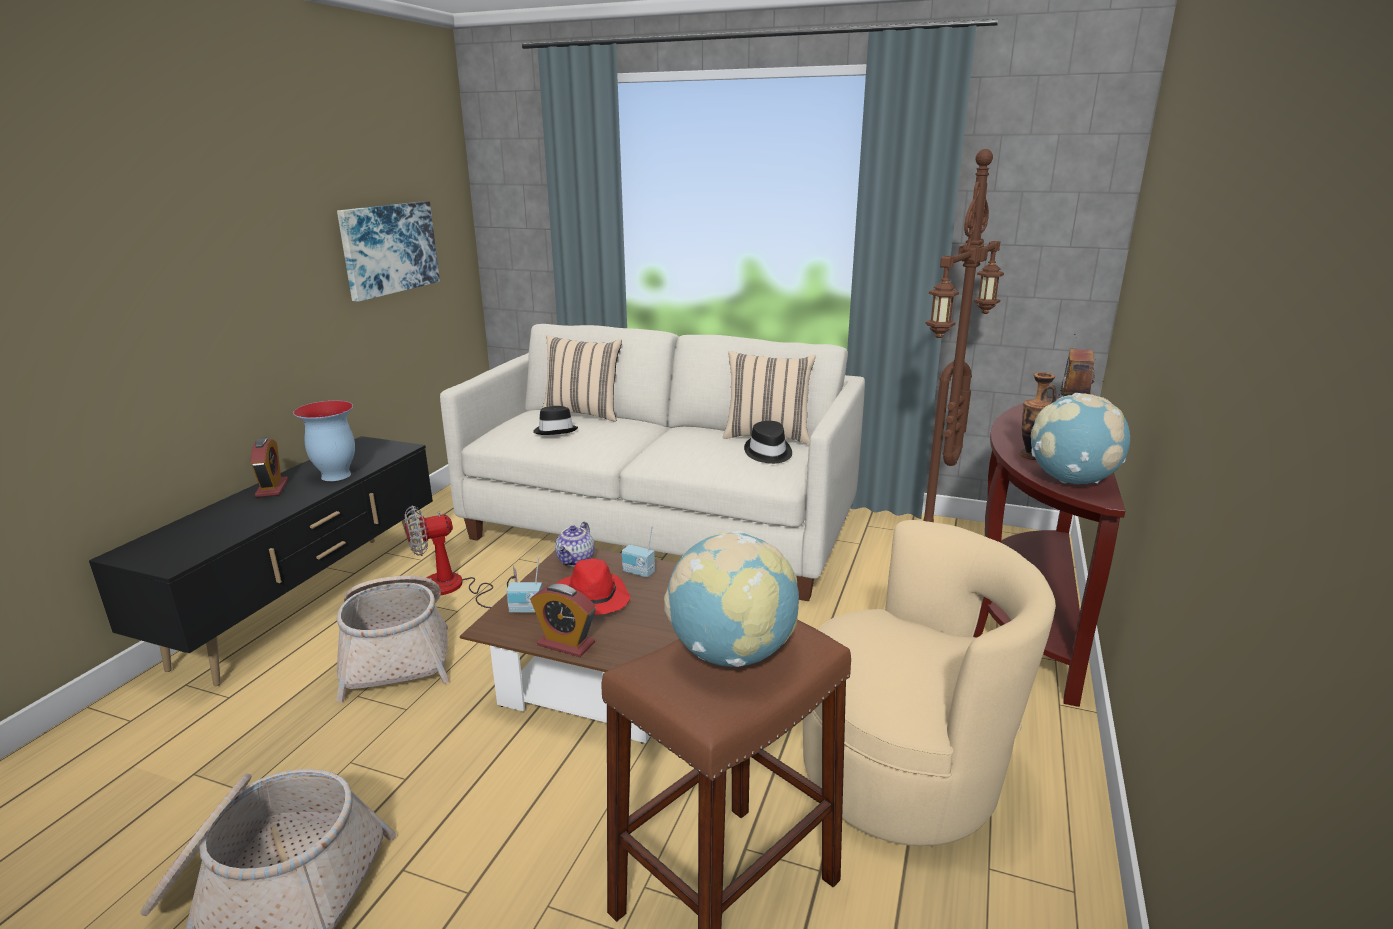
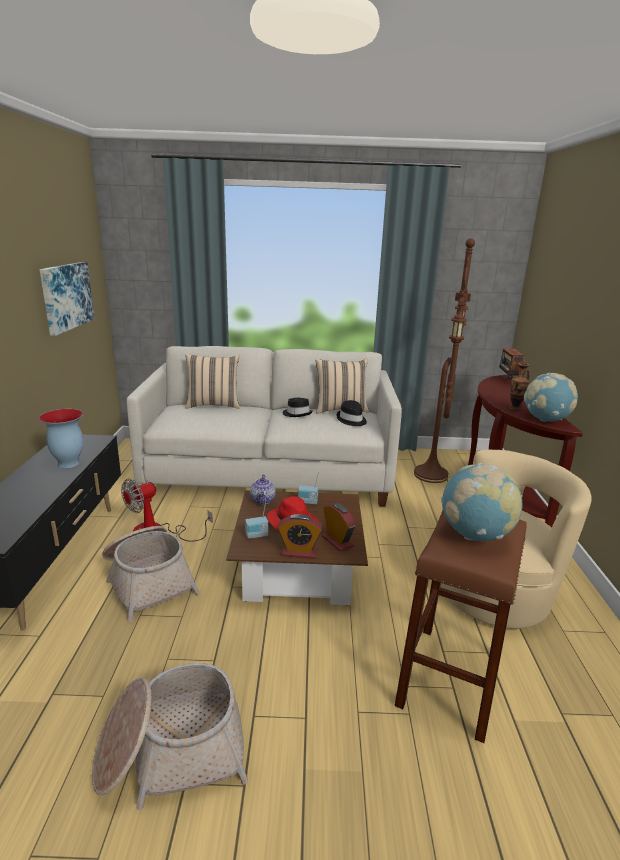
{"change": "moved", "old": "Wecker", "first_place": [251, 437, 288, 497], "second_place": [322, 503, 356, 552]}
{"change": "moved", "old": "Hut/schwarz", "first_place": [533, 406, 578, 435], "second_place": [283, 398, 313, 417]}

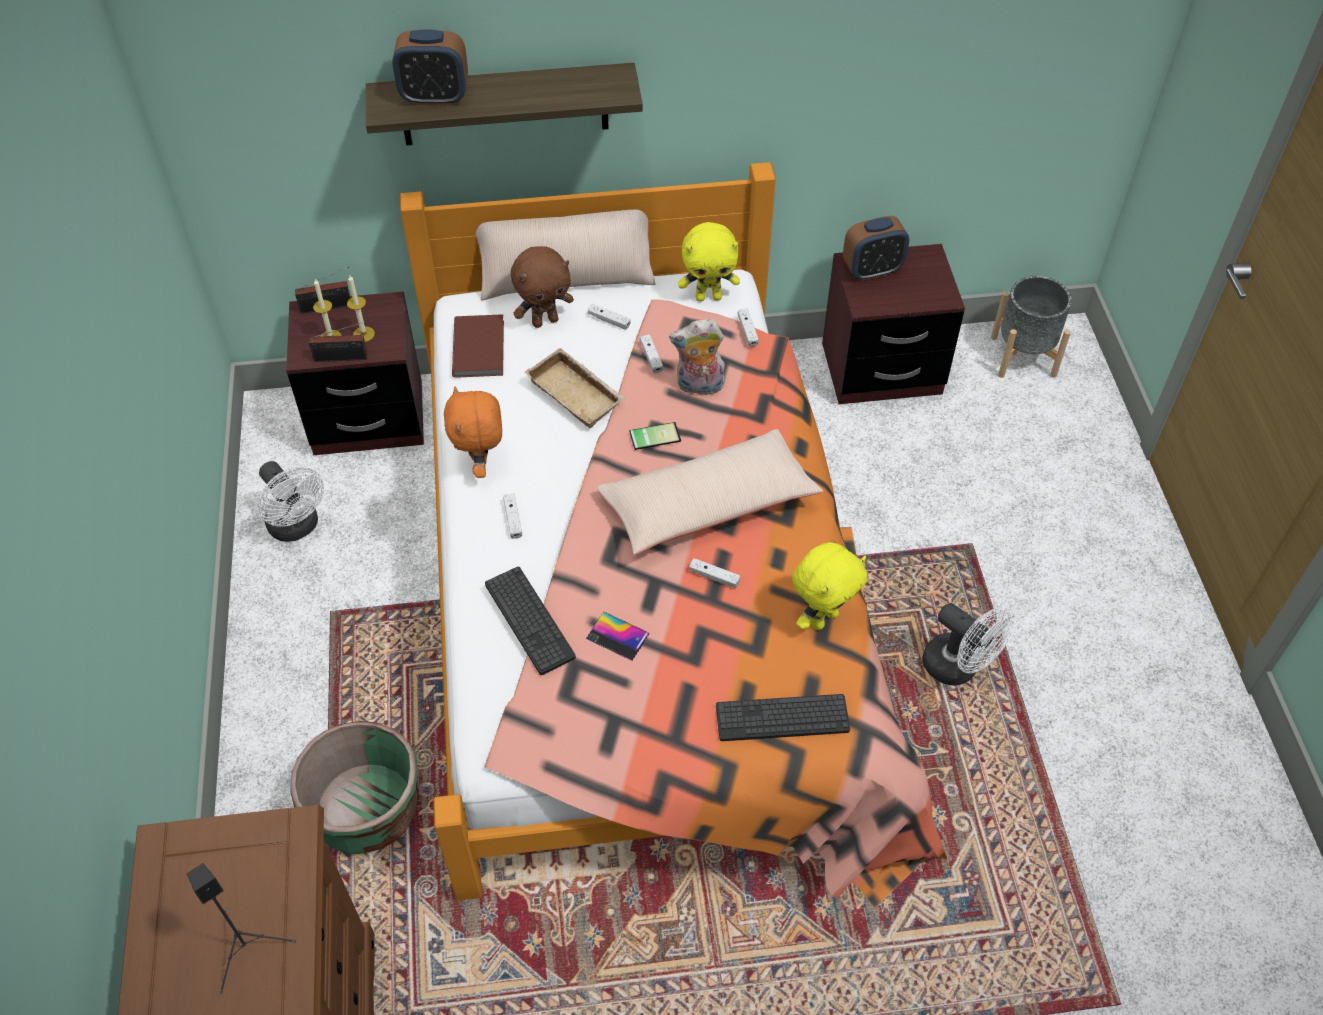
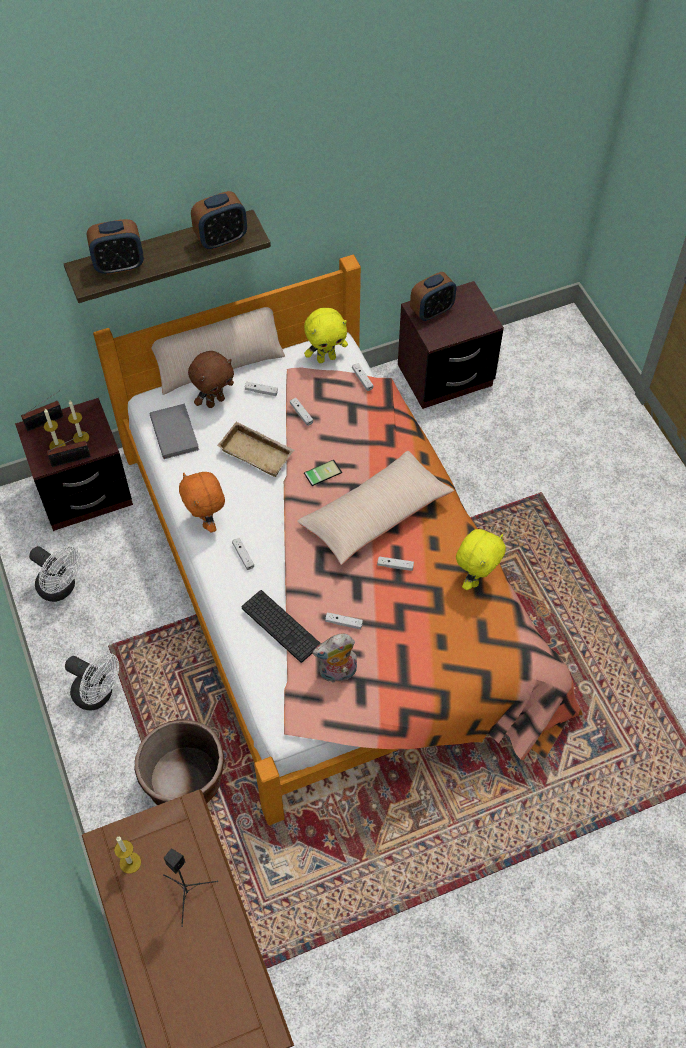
{"change": "recoloured", "old": "Pflanzkübel/grün", "new": "Pflanzkübel/braun", "first_place": [290, 721, 418, 854], "second_place": [134, 719, 225, 805]}
{"change": "recoloured", "old": "Buch/braun", "new": "Buch/grau", "first_place": [452, 314, 504, 378], "second_place": [150, 403, 199, 459]}
{"change": "replaced", "old": "Handy", "new": "Gamepad/weiß", "first_place": [586, 612, 650, 661], "second_place": [325, 612, 363, 629]}
{"change": "moved", "old": "Plüschtier", "first_place": [669, 319, 725, 395], "second_place": [312, 633, 357, 683]}
{"change": "removed", "old": "Tastatur", "first_place": [716, 694, 850, 741]}
{"change": "moved", "old": "Ventilator/weiß", "first_place": [922, 603, 1013, 686], "second_place": [65, 653, 119, 711]}
{"change": "removed", "old": "Pflanzkübel/grau", "first_place": [991, 275, 1072, 378]}
{"change": "added", "new": "Kerze", "second_place": [114, 837, 141, 874]}
{"change": "added", "new": "Wecker", "second_place": [191, 191, 247, 250]}

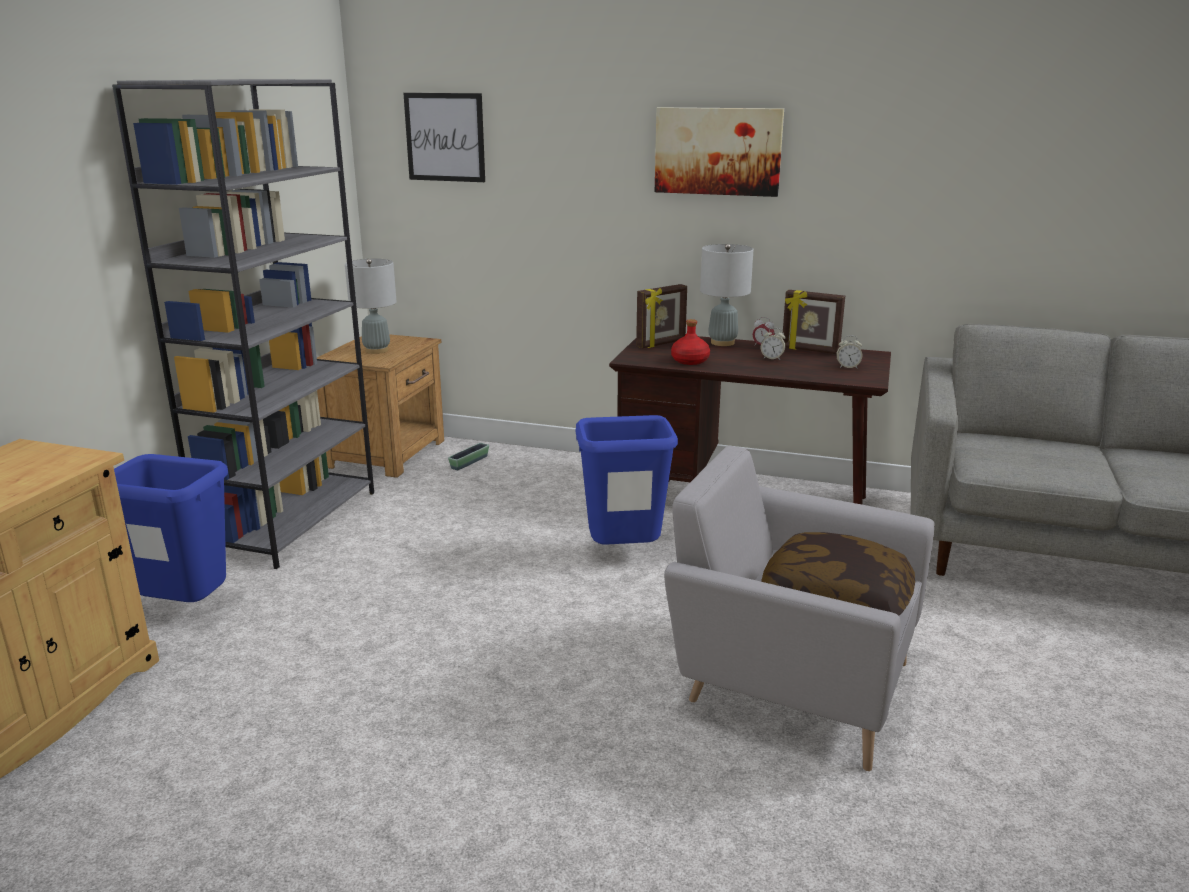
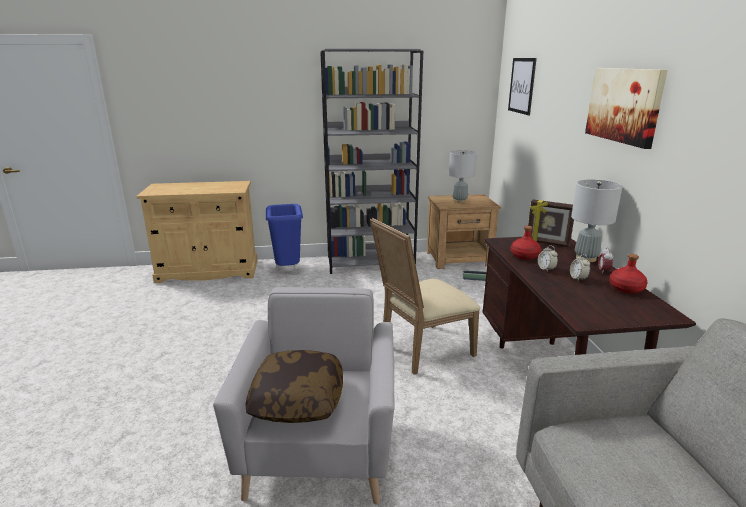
{"change": "replaced", "old": "Mülleimer/blau", "new": "Stuhl/beige", "first_place": [575, 415, 678, 545], "second_place": [370, 218, 480, 375]}
{"change": "replaced", "old": "Bilderrahmen", "new": "Flasche/rot", "first_place": [782, 290, 845, 354], "second_place": [609, 254, 648, 294]}
{"change": "moved", "old": "Wecker", "first_place": [836, 335, 862, 369], "second_place": [538, 245, 558, 272]}

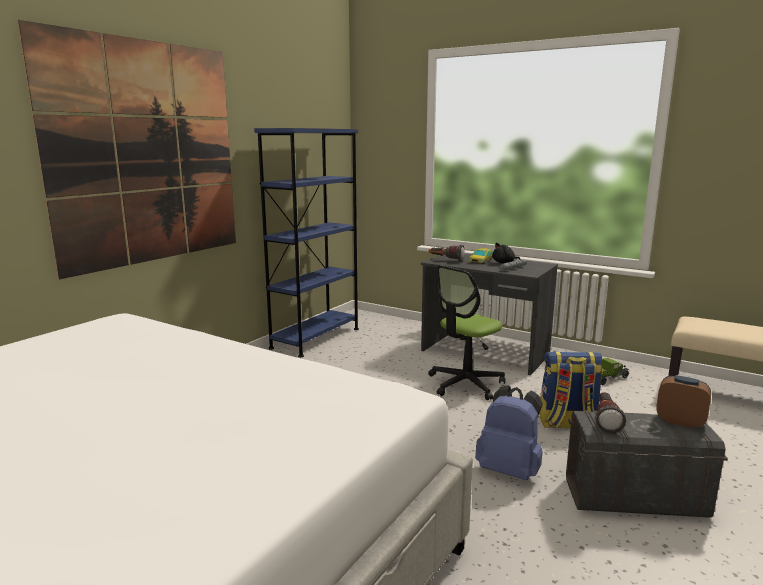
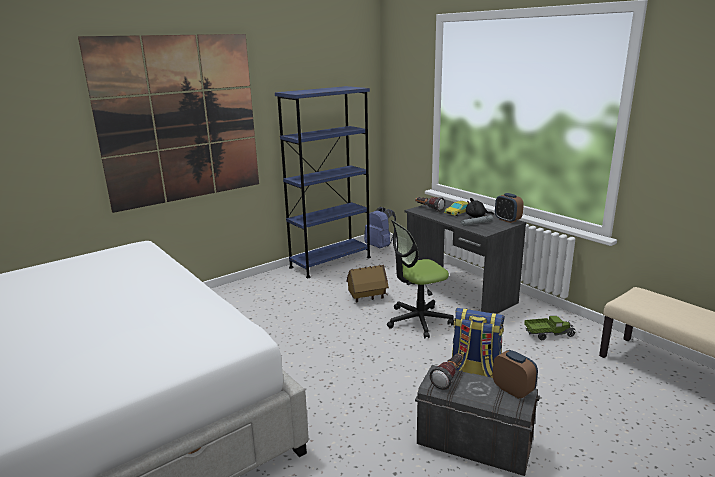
{"change": "moved", "old": "Rucksack/blau", "first_place": [475, 385, 543, 480], "second_place": [364, 207, 396, 248]}
{"change": "added", "new": "Spielzeughaus", "second_place": [346, 265, 389, 302]}
{"change": "added", "new": "Wecker", "second_place": [495, 193, 524, 223]}

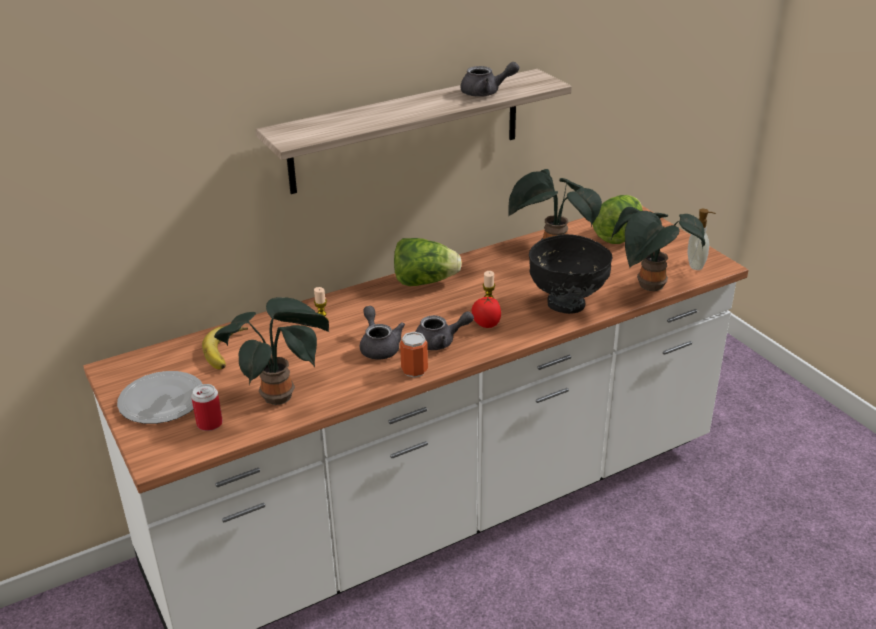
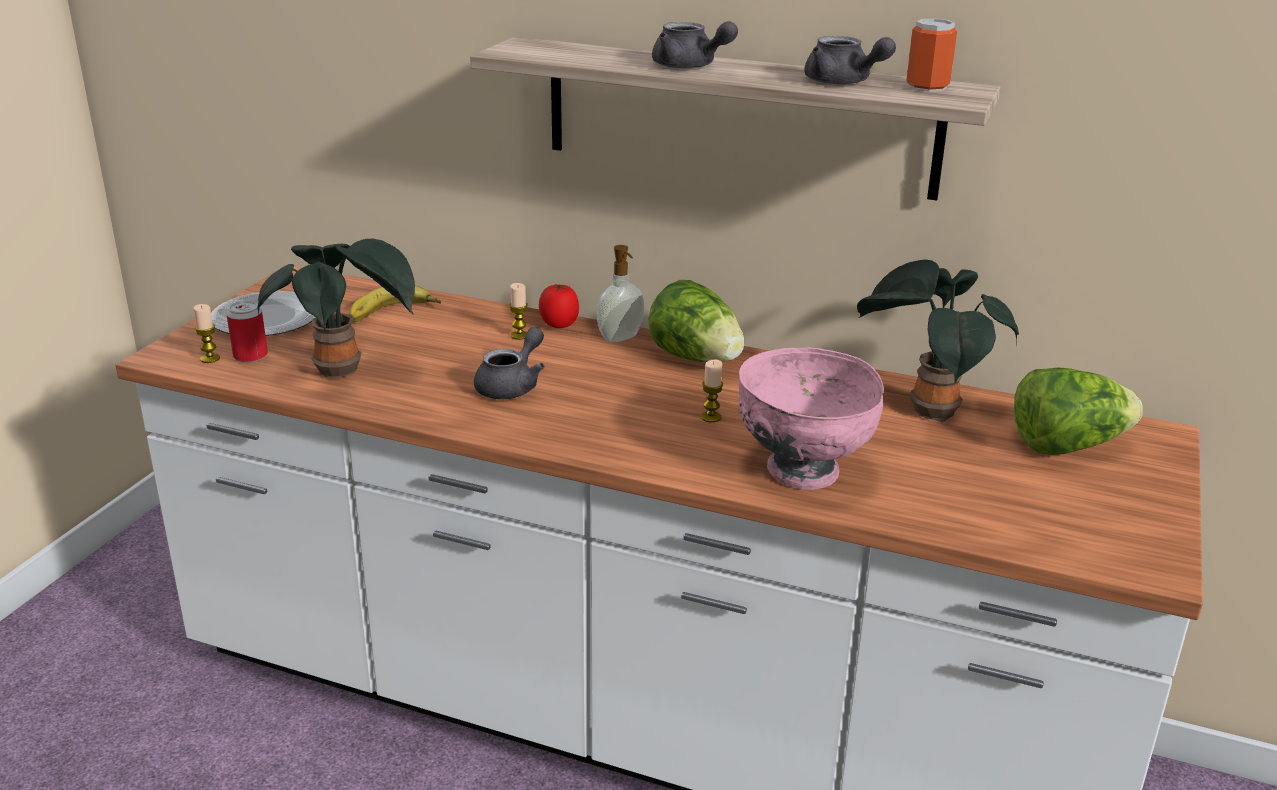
{"change": "moved", "old": "Dose", "first_place": [400, 332, 428, 378], "second_place": [907, 18, 957, 92]}
{"change": "moved", "old": "Teekanne/grau", "first_place": [415, 311, 474, 350], "second_place": [652, 21, 738, 69]}
{"change": "moved", "old": "Tomate", "first_place": [471, 296, 501, 328], "second_place": [539, 285, 579, 328]}
{"change": "recoloured", "old": "Schüssel/schwarz", "new": "Schüssel/rosa", "first_place": [529, 234, 612, 314], "second_place": [739, 347, 884, 490]}
{"change": "removed", "old": "Topfpflanze", "first_place": [611, 207, 705, 291]}
{"change": "moved", "old": "Seifenspender", "first_place": [687, 209, 716, 270], "second_place": [597, 245, 644, 342]}
{"change": "added", "new": "Kerze", "second_place": [193, 304, 220, 363]}

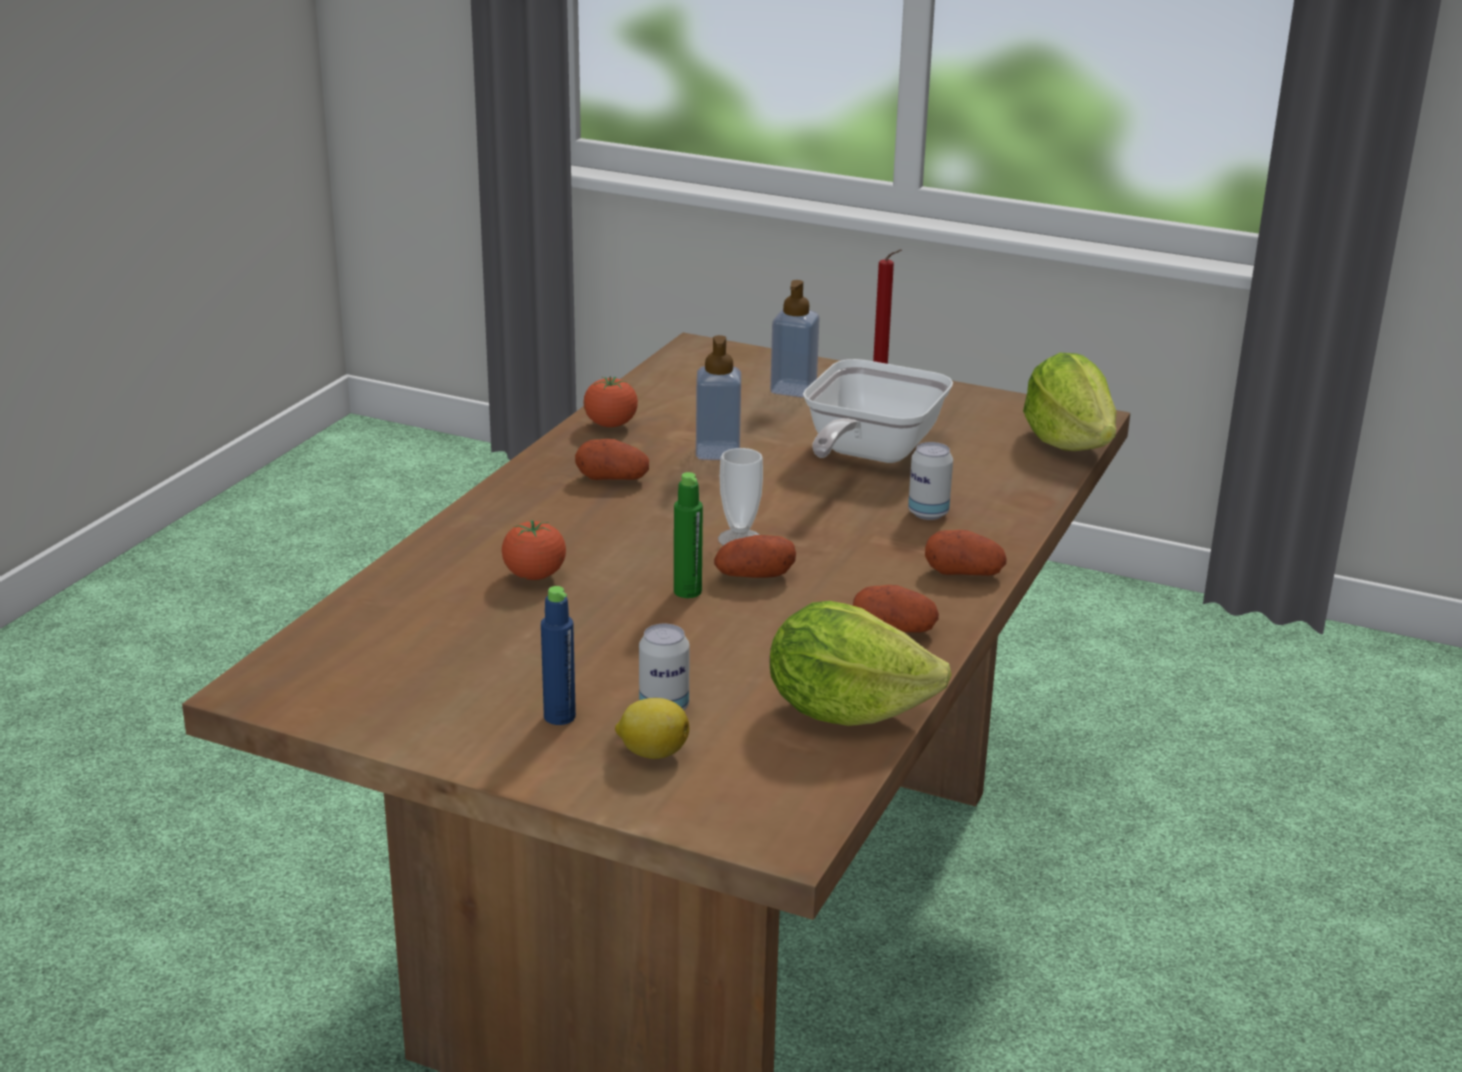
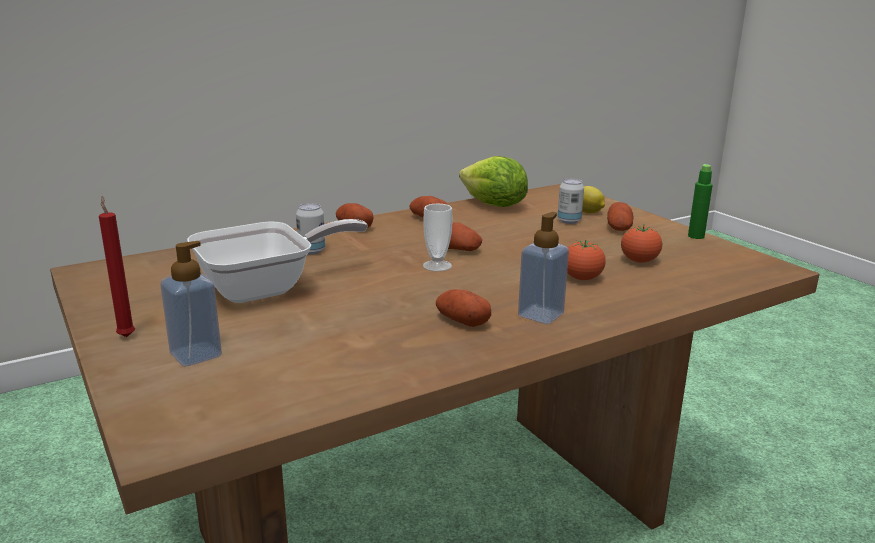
{"change": "replaced", "old": "Flasche/blau", "new": "Kartoffel", "first_place": [541, 586, 576, 725], "second_place": [607, 202, 633, 231]}
{"change": "moved", "old": "Tomate", "first_place": [583, 376, 638, 427], "second_place": [621, 224, 662, 263]}
{"change": "moved", "old": "Flasche/grün", "first_place": [674, 472, 703, 598], "second_place": [688, 164, 713, 239]}
{"change": "moved", "old": "Seifenspender", "first_place": [696, 335, 741, 460], "second_place": [518, 212, 569, 324]}
{"change": "removed", "old": "Salatkopf", "first_place": [1023, 353, 1117, 451]}

